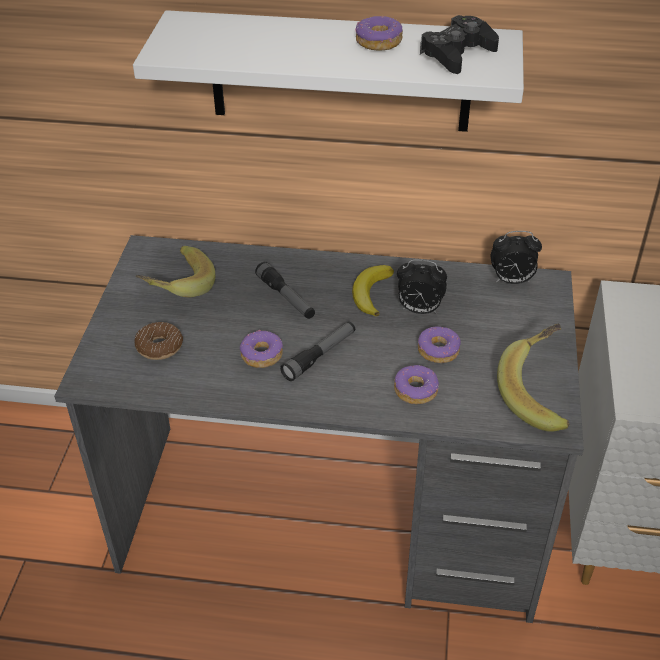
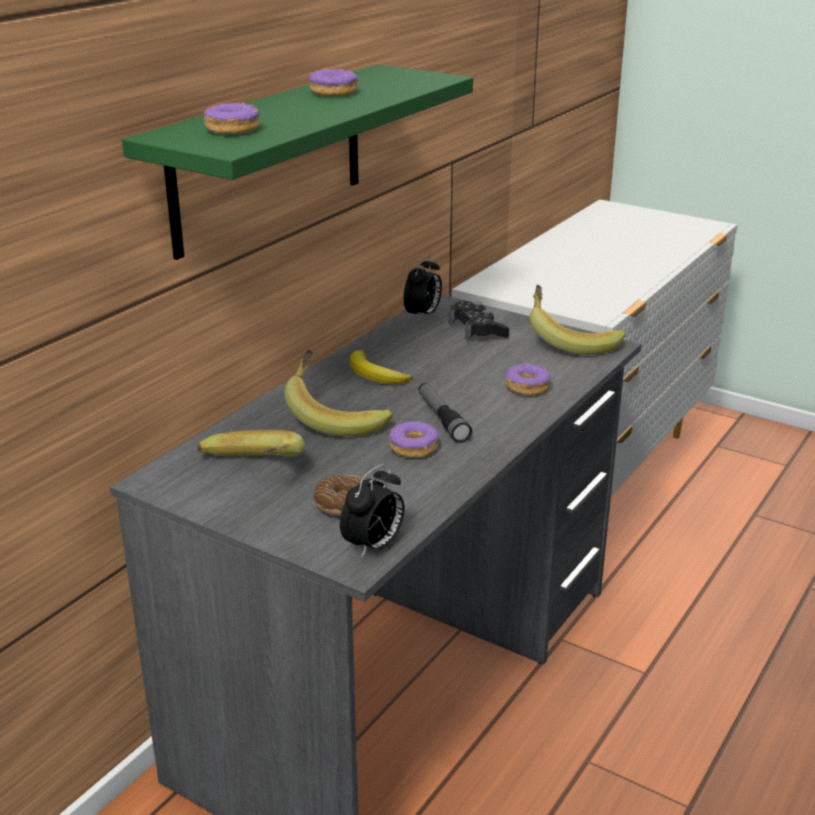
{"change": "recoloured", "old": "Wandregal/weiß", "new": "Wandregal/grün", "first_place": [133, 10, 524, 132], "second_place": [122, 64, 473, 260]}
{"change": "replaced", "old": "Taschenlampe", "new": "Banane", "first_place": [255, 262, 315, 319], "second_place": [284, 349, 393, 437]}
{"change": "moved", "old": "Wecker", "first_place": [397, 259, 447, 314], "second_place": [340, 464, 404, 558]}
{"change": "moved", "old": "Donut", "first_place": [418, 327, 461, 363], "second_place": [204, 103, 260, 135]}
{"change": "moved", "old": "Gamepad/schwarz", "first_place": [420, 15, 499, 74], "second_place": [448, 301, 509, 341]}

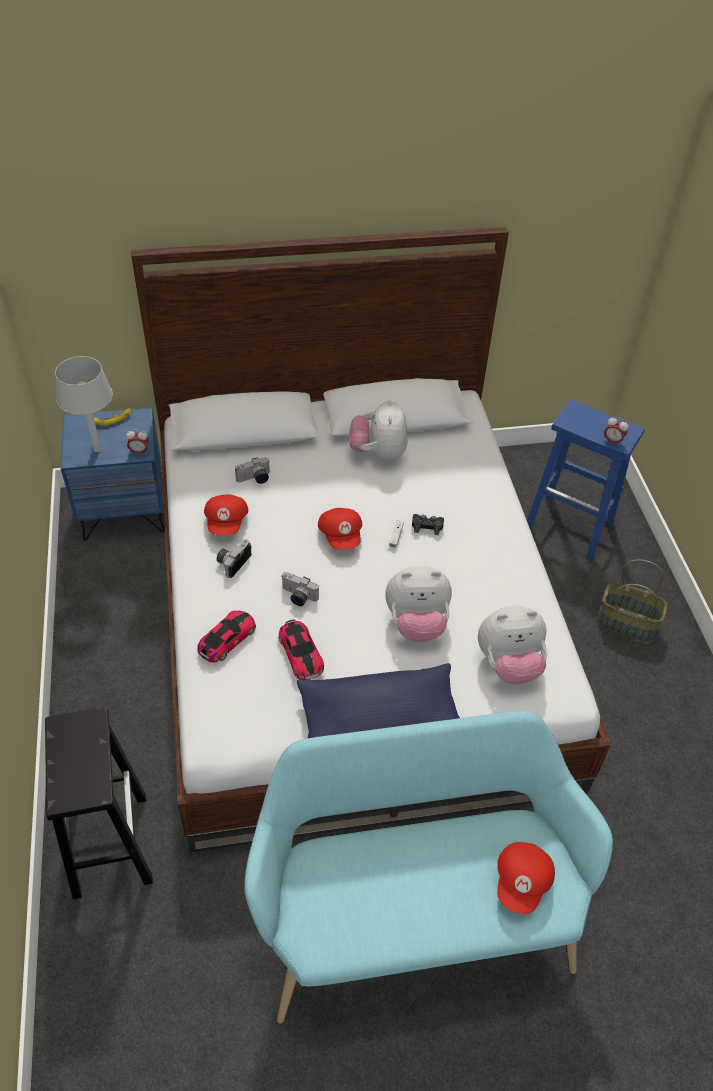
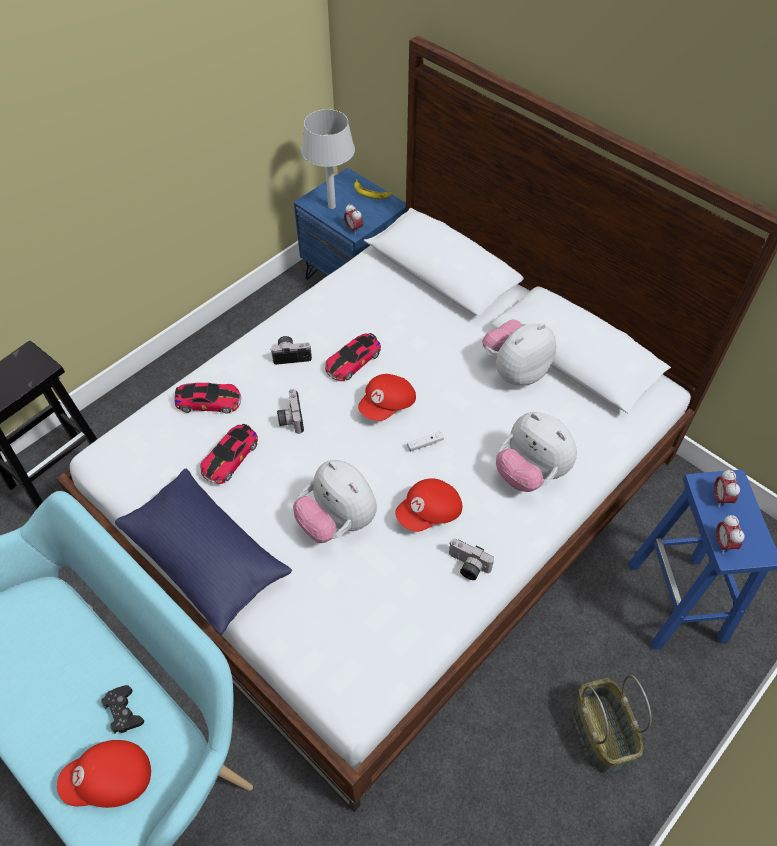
{"change": "moved", "old": "Kappe/rot", "first_place": [204, 494, 248, 535], "second_place": [395, 478, 462, 532]}
{"change": "moved", "old": "Kamera", "first_place": [235, 457, 270, 484], "second_place": [449, 539, 494, 580]}
{"change": "moved", "old": "Gamepad/schwarz", "first_place": [412, 514, 444, 535], "second_place": [101, 685, 144, 734]}
{"change": "moved", "old": "Plüschtier", "first_place": [478, 606, 547, 684], "second_place": [496, 412, 577, 492]}
{"change": "added", "new": "Spielzeugauto", "second_place": [325, 333, 381, 381]}
{"change": "added", "new": "Wecker", "second_place": [714, 469, 740, 507]}

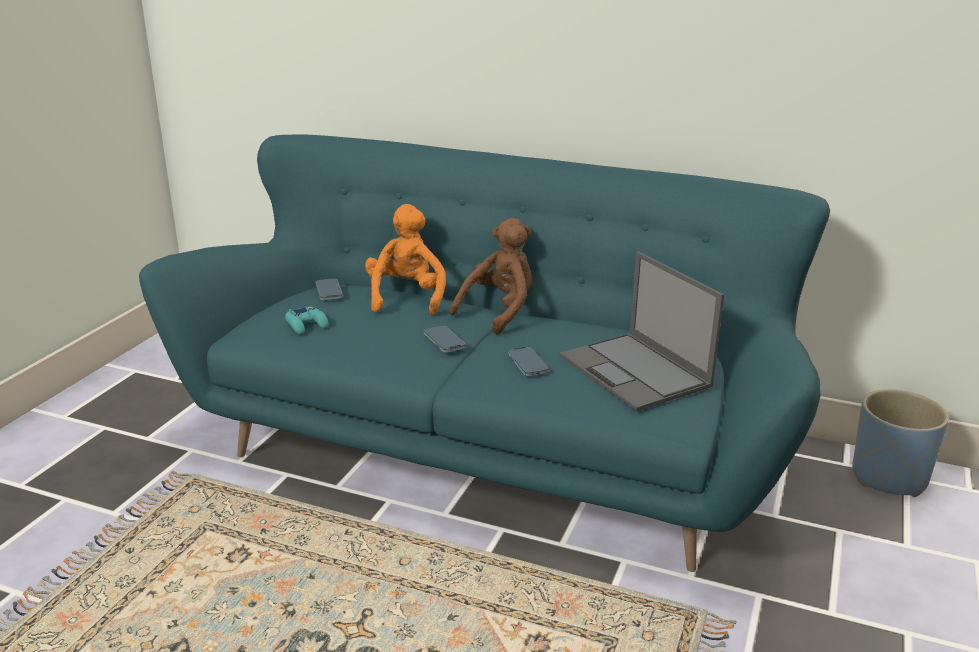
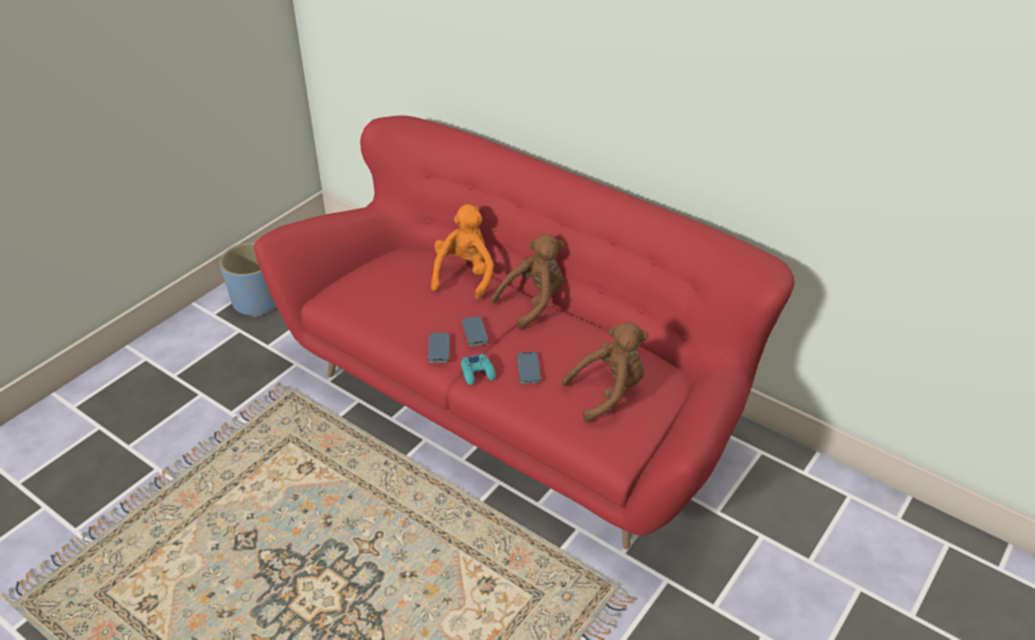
{"change": "recoloured", "old": "Sofa/türkis", "new": "Sofa/rot", "first_place": [139, 134, 830, 572], "second_place": [254, 116, 795, 550]}
{"change": "moved", "old": "Gamepad/türkis", "first_place": [285, 307, 328, 335], "second_place": [461, 354, 496, 385]}
{"change": "moved", "old": "Handy", "first_place": [315, 278, 343, 301], "second_place": [428, 333, 450, 363]}
{"change": "replaced", "old": "Laptop", "new": "Plüschtier/braun", "first_place": [559, 251, 724, 411], "second_place": [561, 322, 649, 423]}
{"change": "moved", "old": "Pflanzkübel/blau", "first_place": [852, 389, 949, 497], "second_place": [220, 242, 276, 317]}

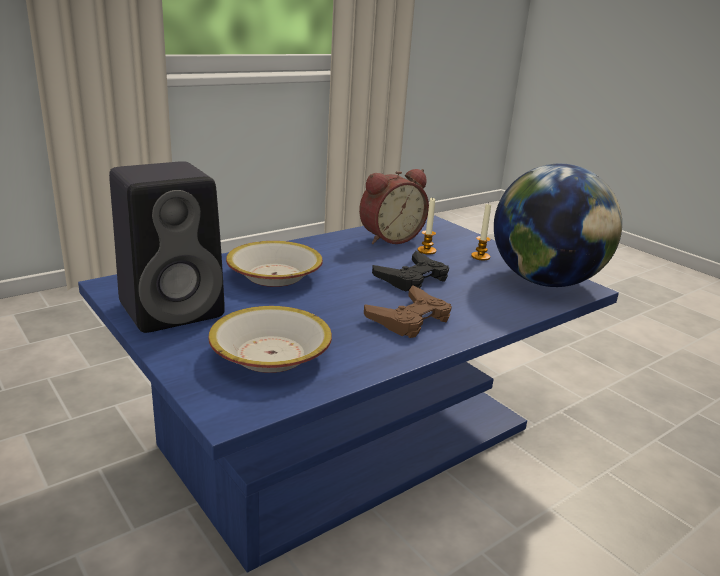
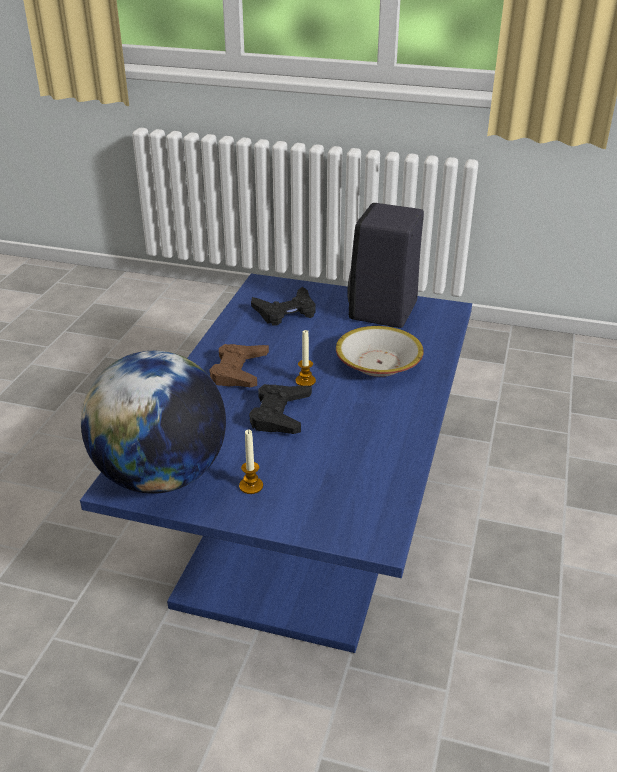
{"change": "replaced", "old": "Schüssel", "new": "Gamepad/schwarz", "first_place": [208, 306, 332, 373], "second_place": [251, 287, 316, 326]}
{"change": "removed", "old": "Wecker", "first_place": [359, 169, 429, 244]}
{"change": "moved", "old": "Kerze", "first_place": [418, 198, 436, 254], "second_place": [296, 329, 316, 386]}

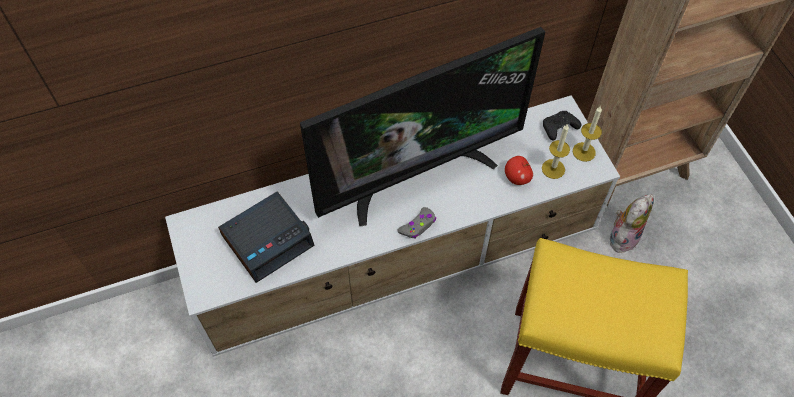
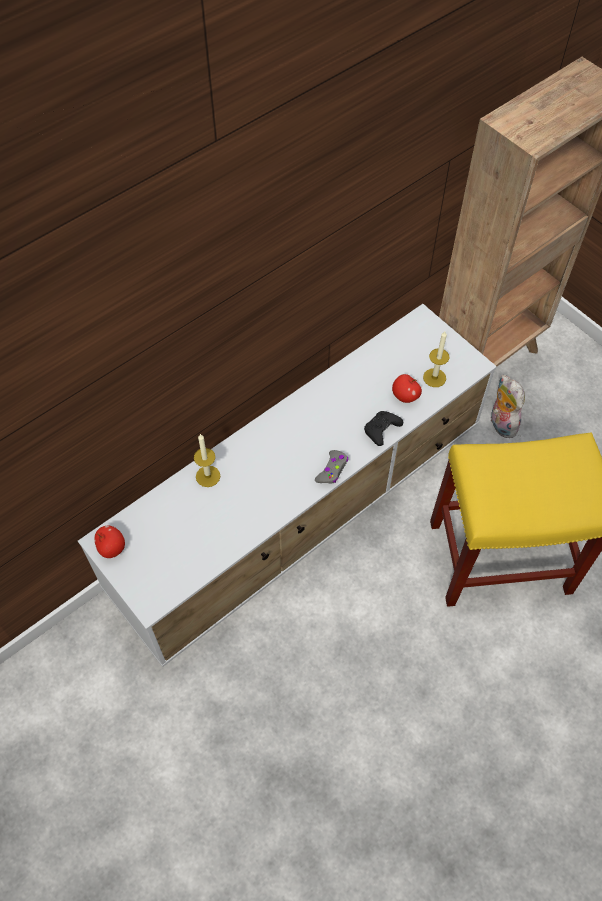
{"change": "removed", "old": "Wecker", "first_place": [218, 191, 315, 283]}
{"change": "removed", "old": "Fernseher", "first_place": [300, 27, 545, 226]}
{"change": "moved", "old": "Gamepad/schwarz", "first_place": [543, 111, 581, 140], "second_place": [364, 411, 403, 446]}
{"change": "moved", "old": "Kerze", "first_place": [573, 106, 602, 162], "second_place": [194, 434, 220, 487]}
{"change": "turned", "old": "Plüschtier", "first_place": [610, 194, 654, 253], "second_place": [491, 374, 525, 438], "degrees": -45}
{"change": "added", "new": "Apfel", "second_place": [94, 526, 125, 558]}

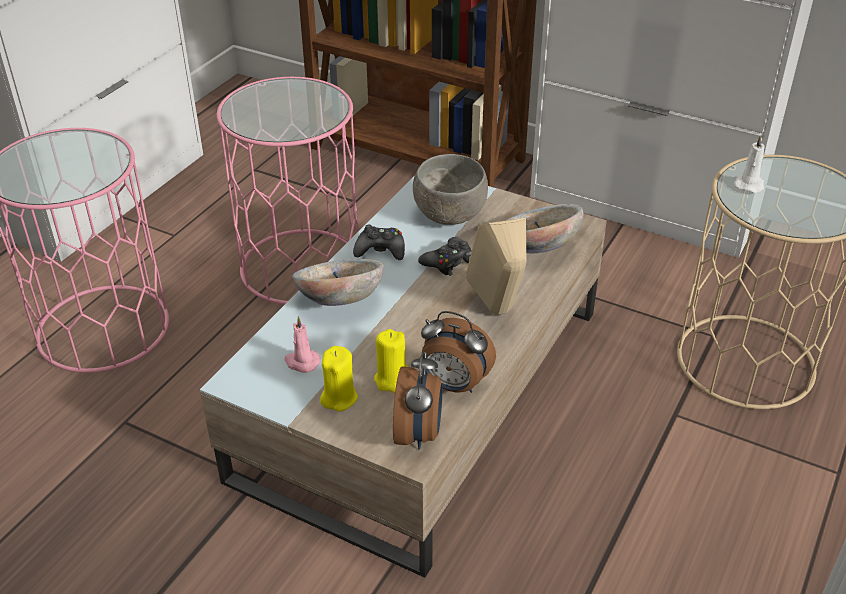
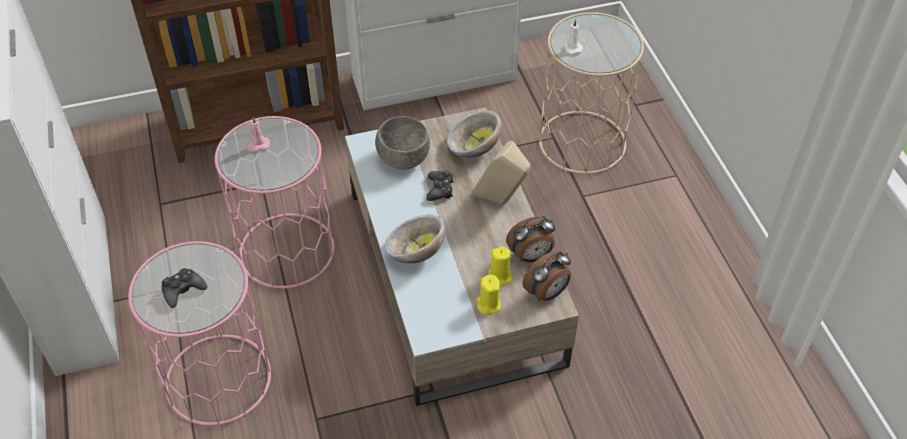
{"change": "moved", "old": "Kerze/rosa", "first_place": [285, 316, 321, 373], "second_place": [246, 117, 270, 152]}
{"change": "moved", "old": "Gamepad/schwarz", "first_place": [353, 225, 405, 260], "second_place": [162, 268, 207, 308]}
{"change": "turned", "old": "Wecker", "first_place": [393, 352, 443, 450], "second_place": [522, 251, 571, 301], "degrees": 90}

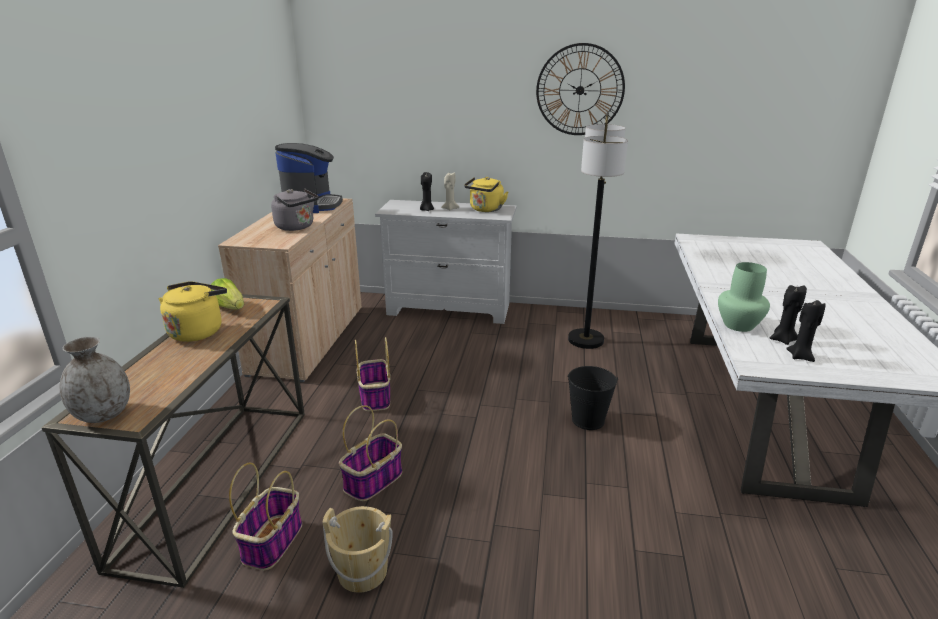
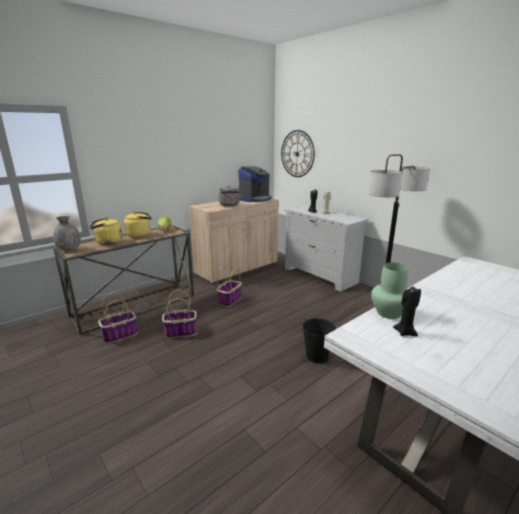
{"change": "removed", "old": "Eimer/beige", "first_place": [322, 506, 393, 593]}
{"change": "moved", "old": "Wasserkessel/gelb", "first_place": [464, 177, 508, 212], "second_place": [90, 217, 123, 245]}
{"change": "moved", "old": "Wanduhr", "first_place": [536, 43, 625, 135], "second_place": [281, 130, 315, 177]}
{"change": "removed", "old": "Kerze/schwarz", "first_place": [786, 300, 826, 362]}

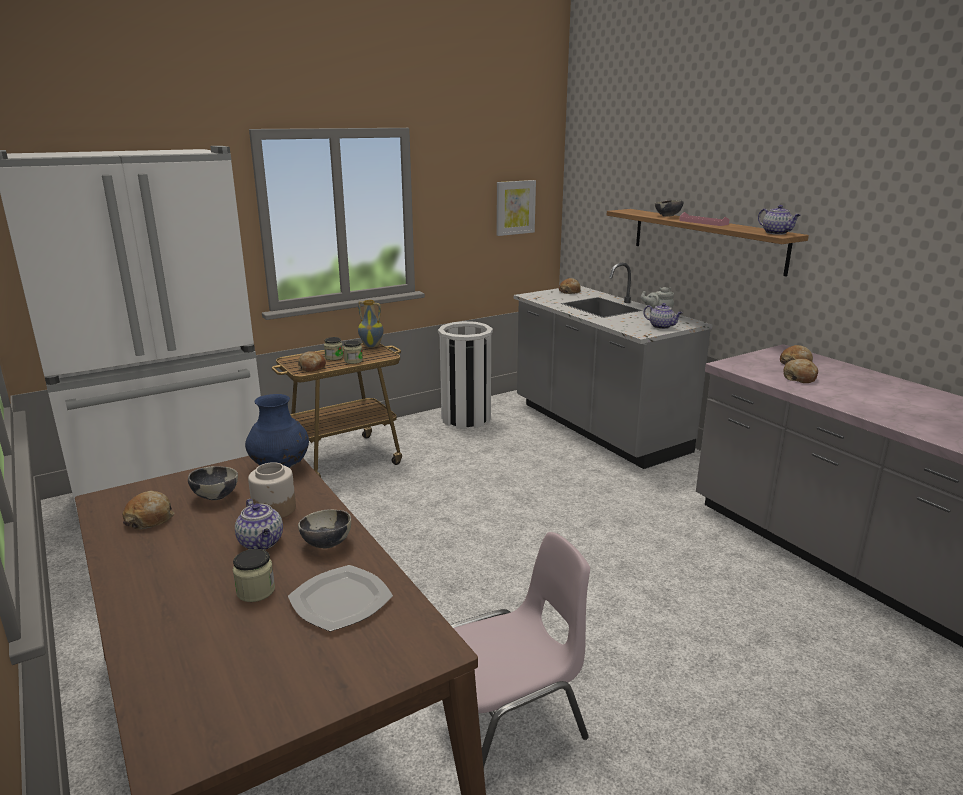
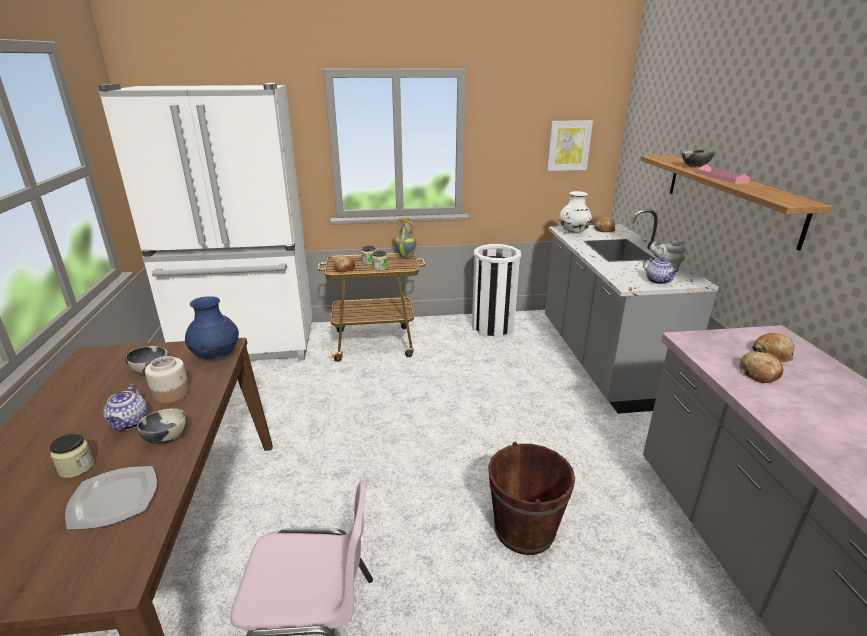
{"change": "removed", "old": "Brot", "first_place": [122, 490, 174, 529]}
{"change": "removed", "old": "Teekanne", "first_place": [758, 205, 800, 235]}
{"change": "added", "new": "Eimer/braun", "second_place": [488, 442, 575, 555]}
{"change": "added", "new": "Vase/weiß", "second_place": [559, 191, 592, 233]}

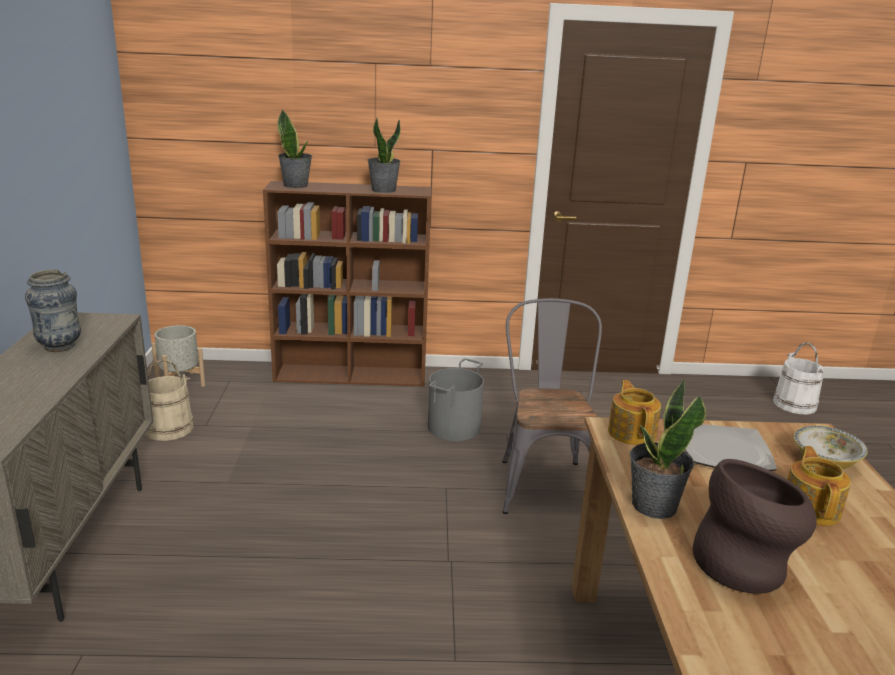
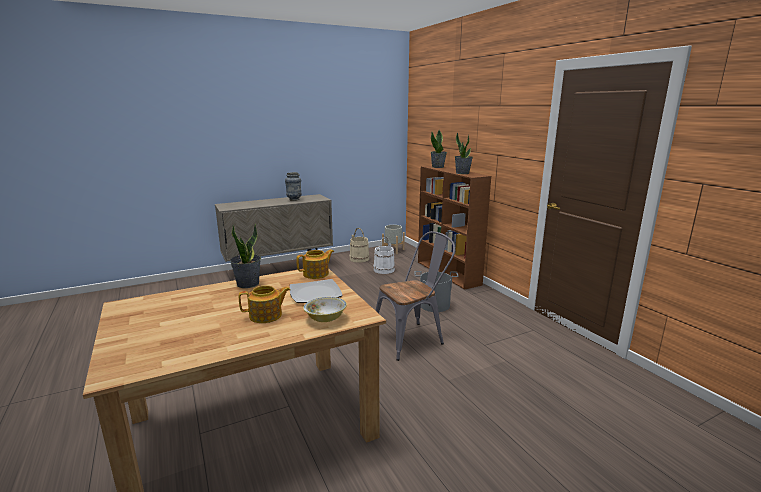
{"change": "removed", "old": "Vase/braun", "first_place": [693, 459, 817, 594]}
{"change": "moved", "old": "Eimer/weiß", "first_place": [773, 342, 824, 414], "second_place": [373, 237, 395, 274]}

